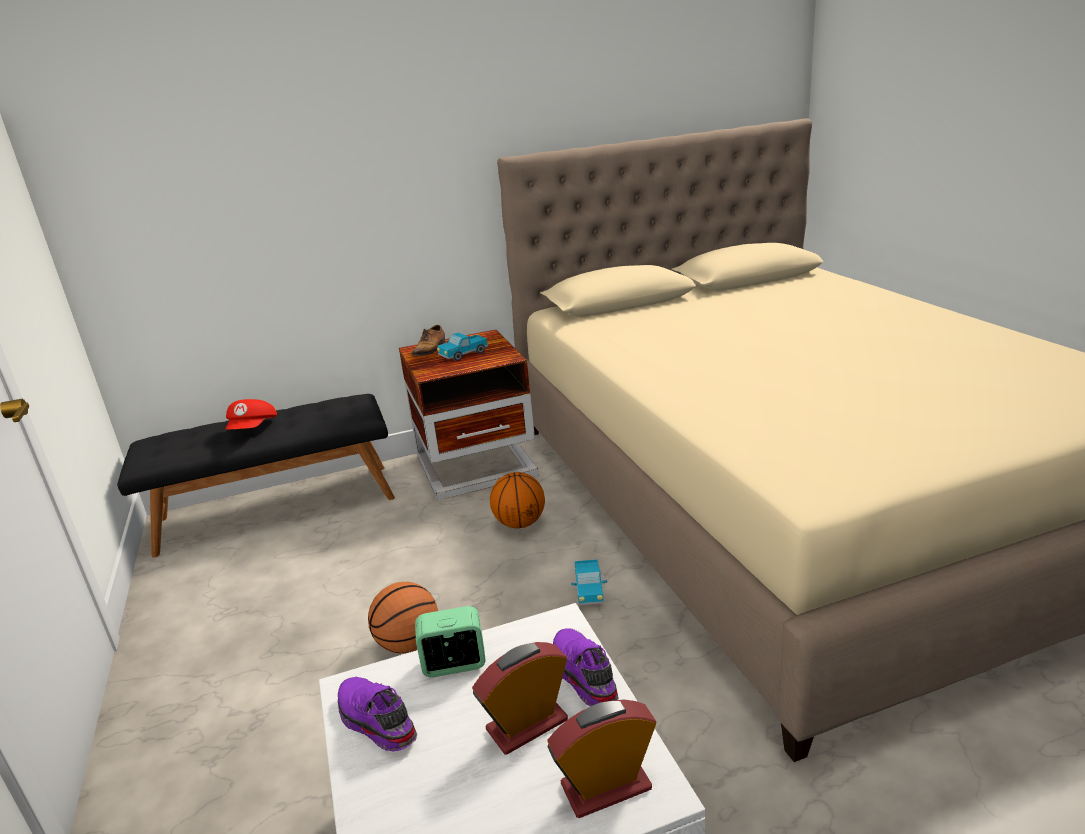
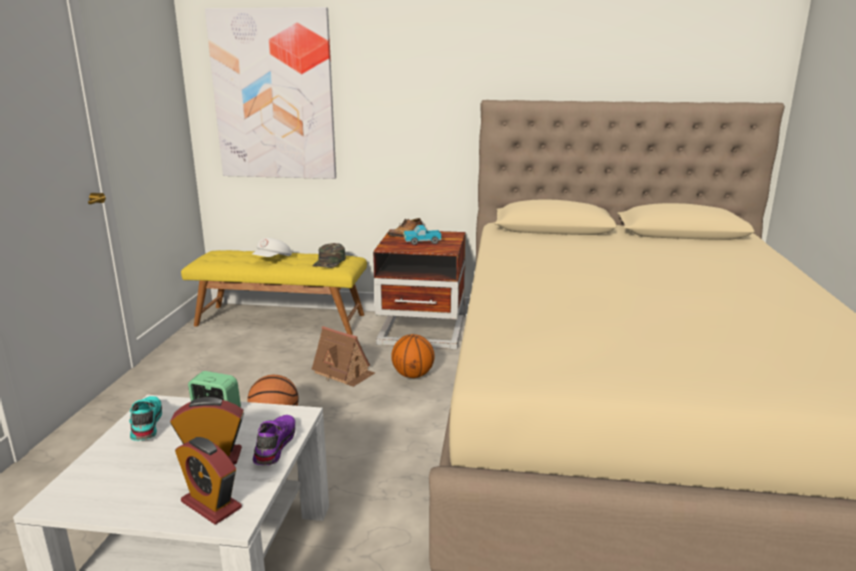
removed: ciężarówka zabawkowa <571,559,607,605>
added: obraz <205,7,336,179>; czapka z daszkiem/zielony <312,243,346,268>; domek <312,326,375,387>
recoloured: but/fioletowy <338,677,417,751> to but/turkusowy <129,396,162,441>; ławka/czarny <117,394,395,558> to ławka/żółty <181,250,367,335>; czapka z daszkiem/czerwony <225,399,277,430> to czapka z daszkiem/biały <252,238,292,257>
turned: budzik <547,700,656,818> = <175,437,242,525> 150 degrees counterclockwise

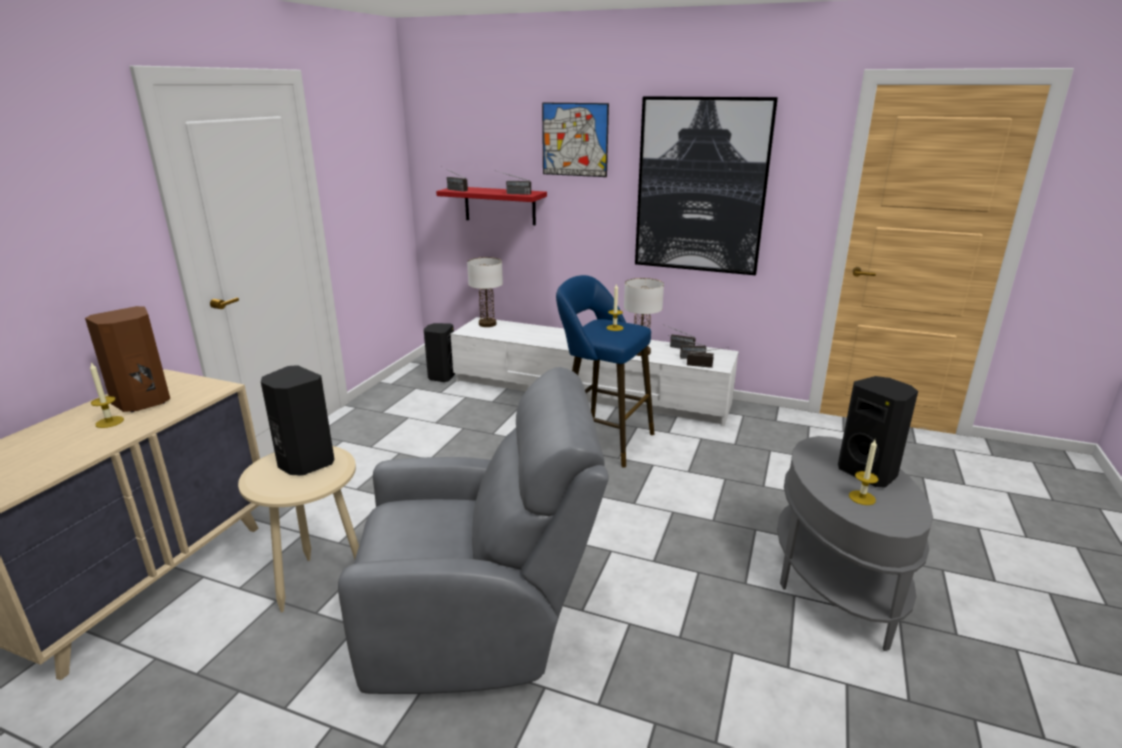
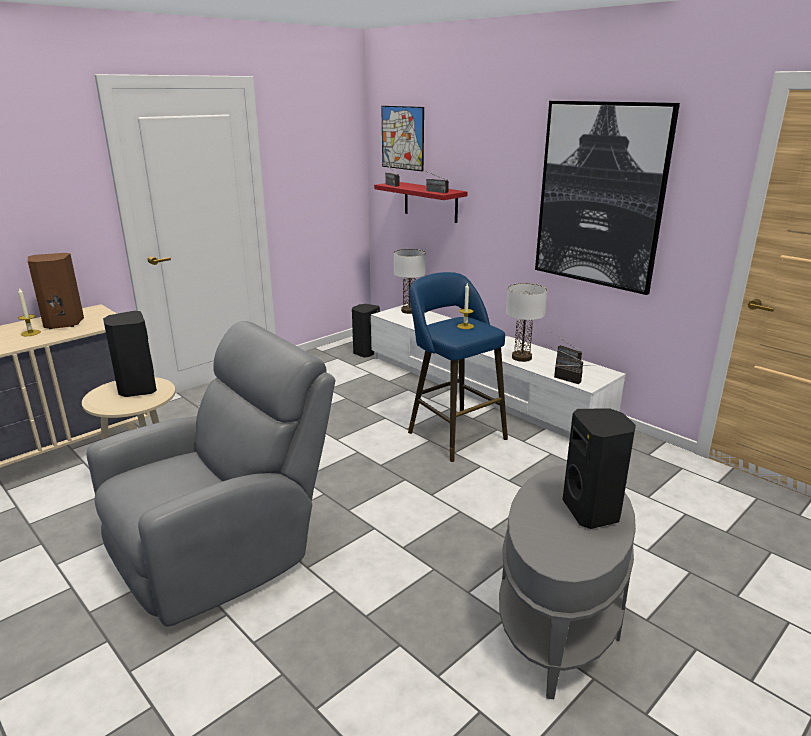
removed: świeca <849,440,879,505>
moved: obraz <542,103,609,177> to <381,106,424,172>
turned: fotel/szary <338,367,609,694> = <87,321,335,627> 60 degrees counterclockwise

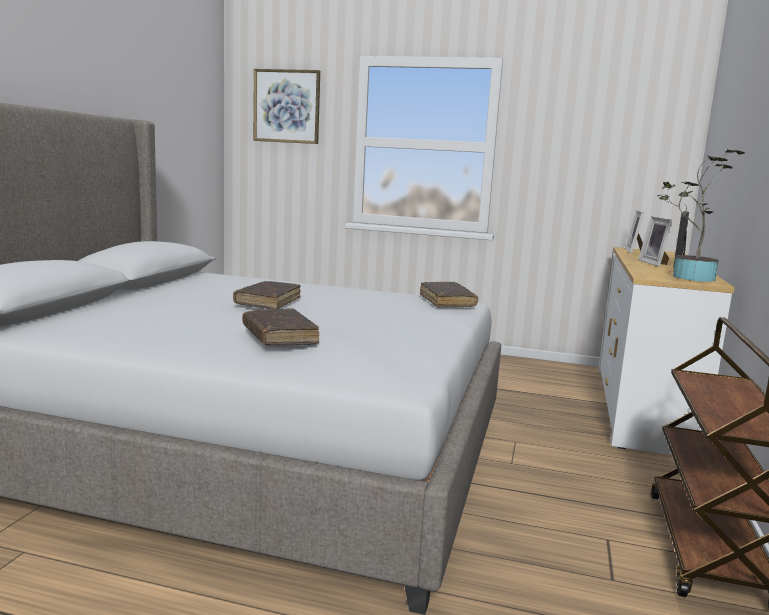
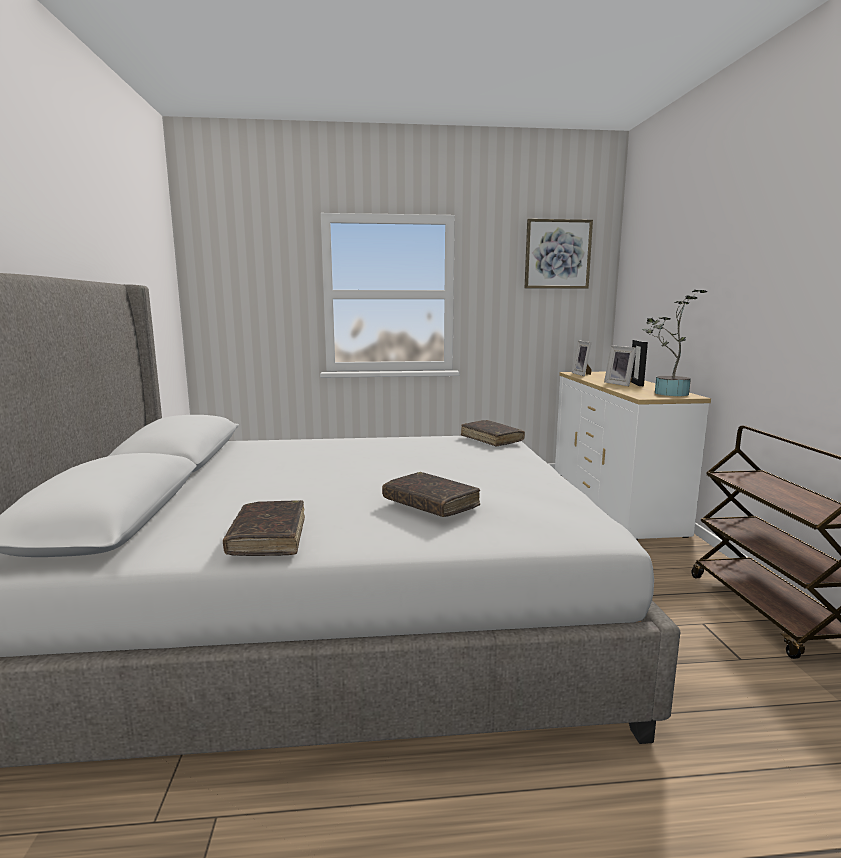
moved: książka/brązowy <233,281,301,309> to <223,500,305,556>; obraz <253,69,320,144> to <525,219,593,289>

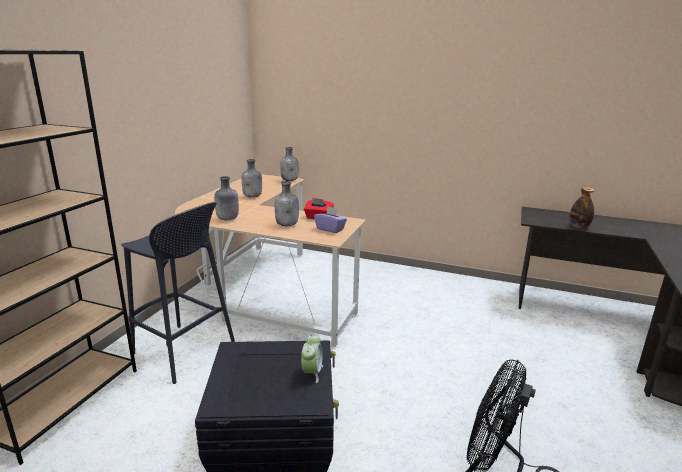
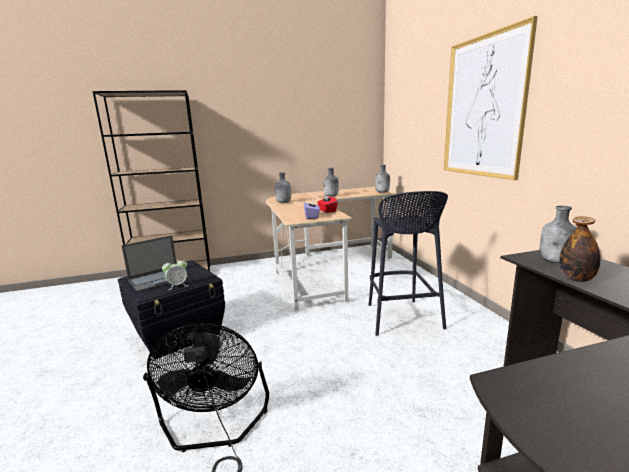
added: laptop <121,235,189,292>; obraz <444,16,538,180>
moved: stołek/szary <121,202,235,384> to <369,191,448,336>; butelka/szary <275,181,299,226> to <540,206,577,263>

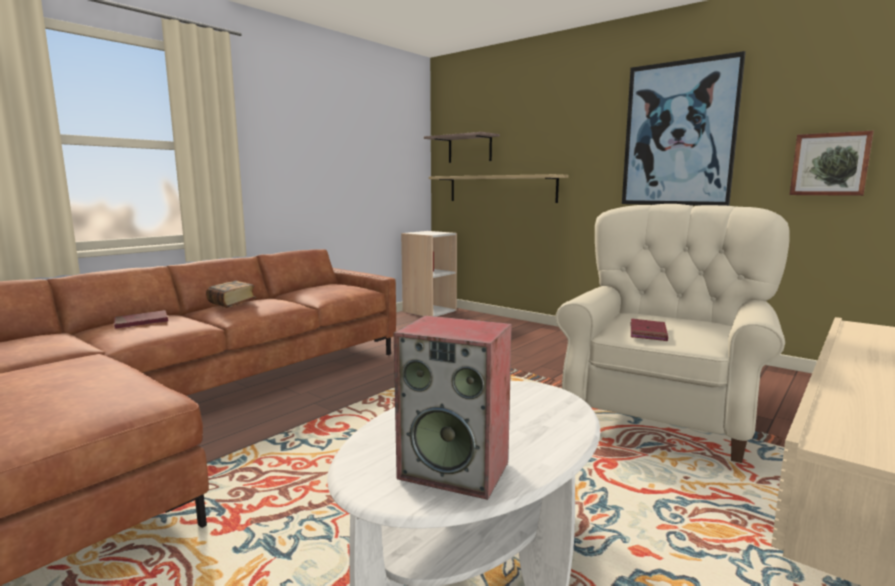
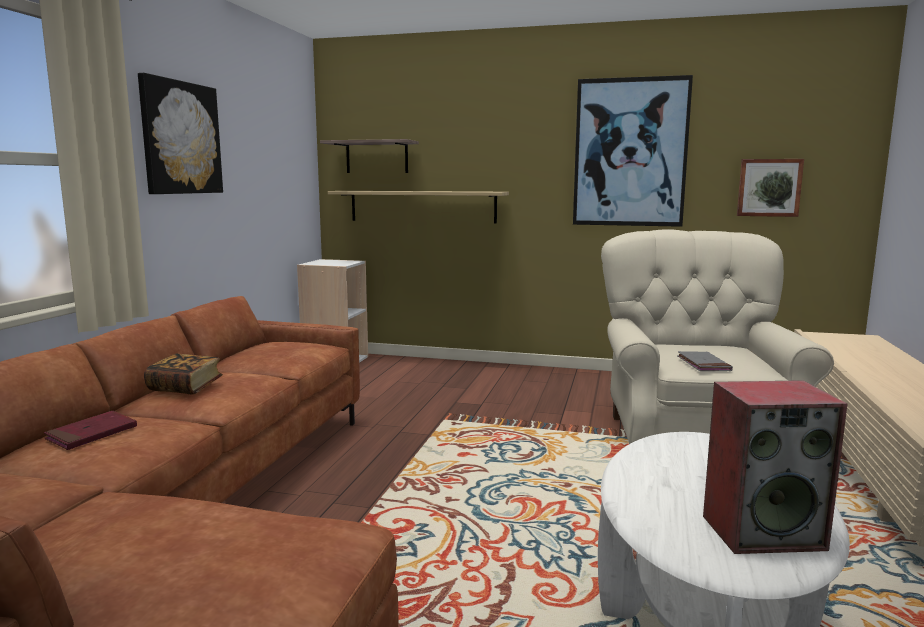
added: obraz <138,73,223,194>
recoloured: książka/czerwony <631,318,668,341> to książka/szary <677,351,733,371>

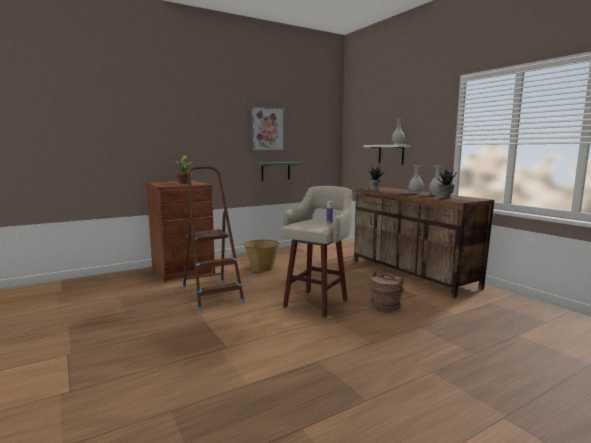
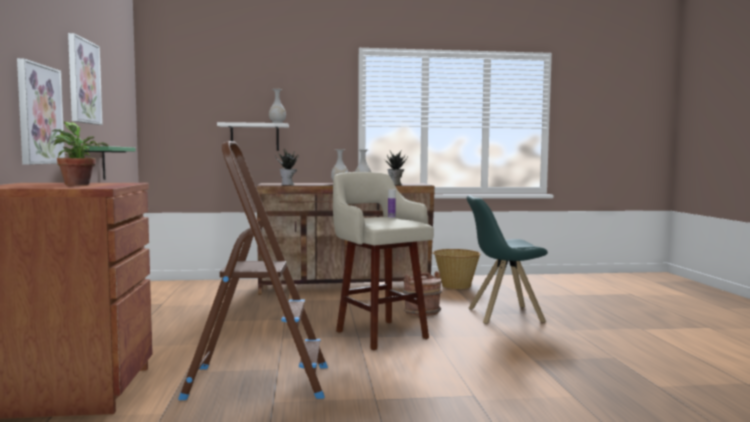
added: obraz <17,58,65,165>; krzesło/turkusowy <466,195,548,324>
moved: koszyk <244,239,280,272> to <433,249,480,289>

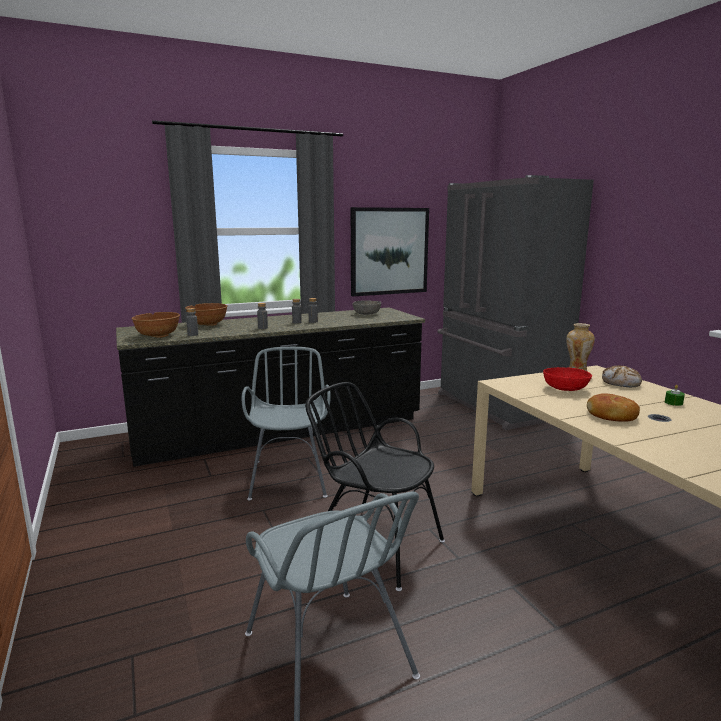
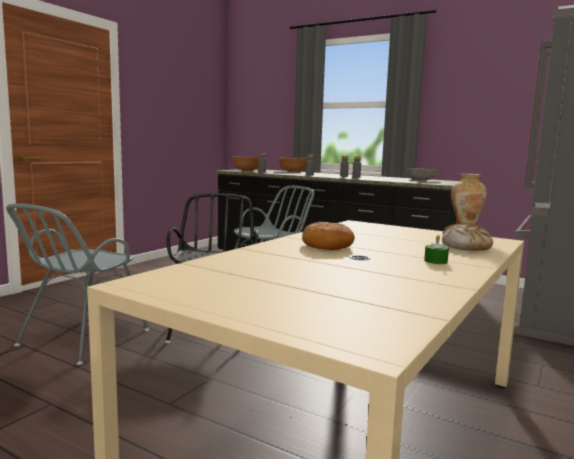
removed: obraz <351,207,429,296>; miska/czerwony <543,367,592,391>

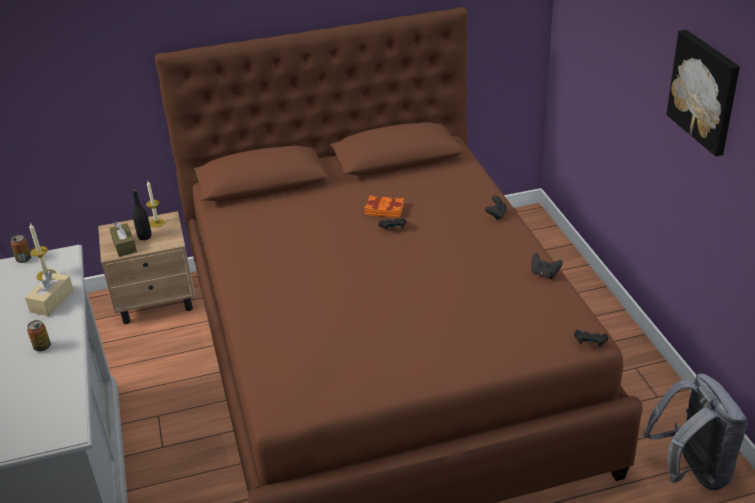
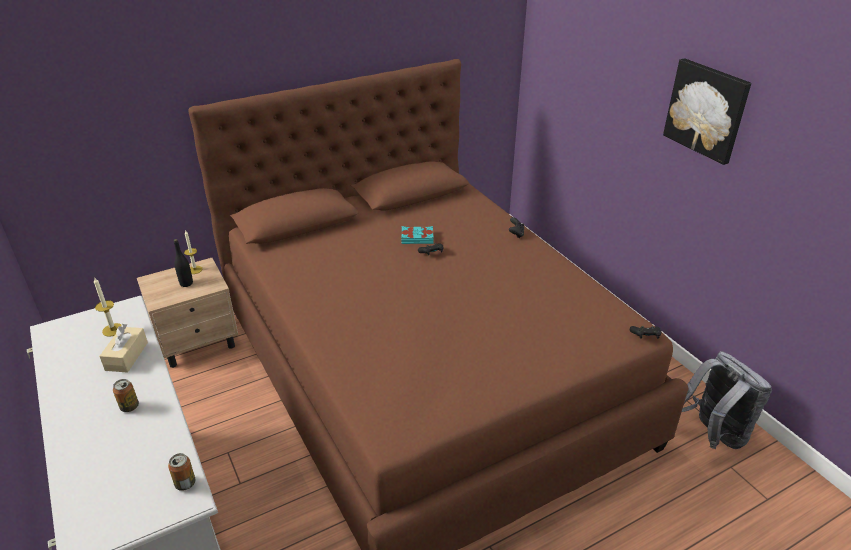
removed: pudełko chusteczek/brązowy <109,222,137,257>; pad do gier/czarny <532,253,563,279>
moved: puszka <10,235,31,263> to <168,453,196,491>
recoloured: książka/pomarańczowy <364,195,404,218> to książka/turkusowy <401,226,434,244>

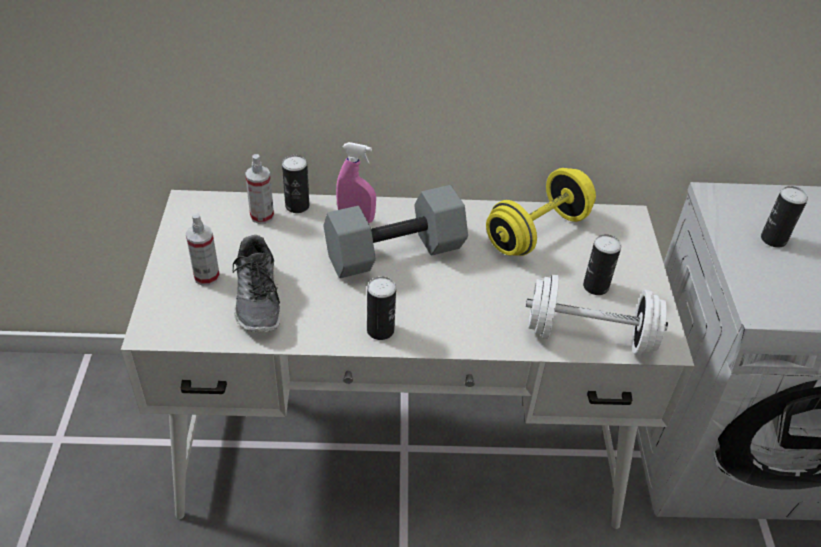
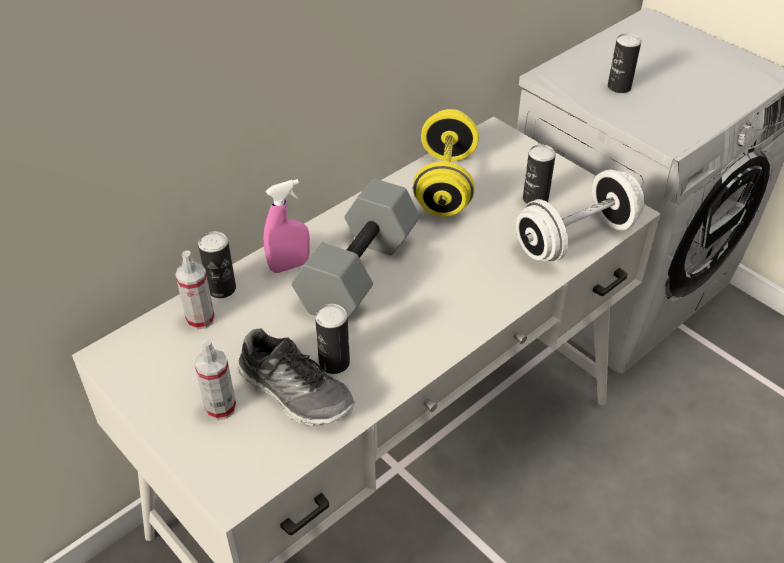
moved: puszka <367,276,396,340> to <315,304,350,374>

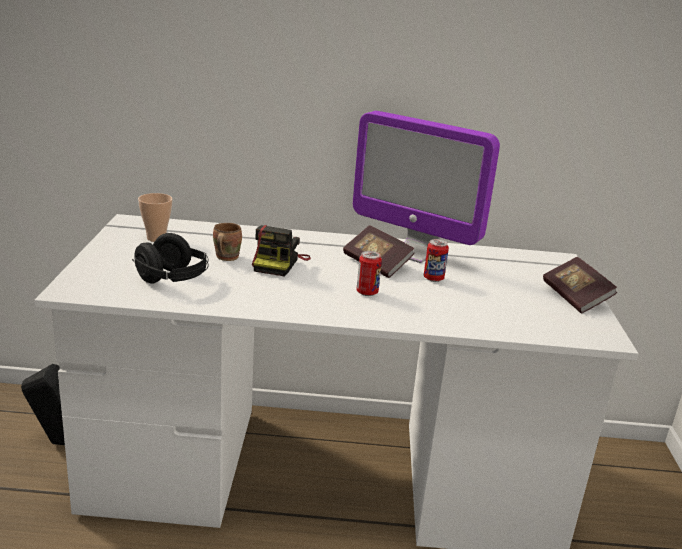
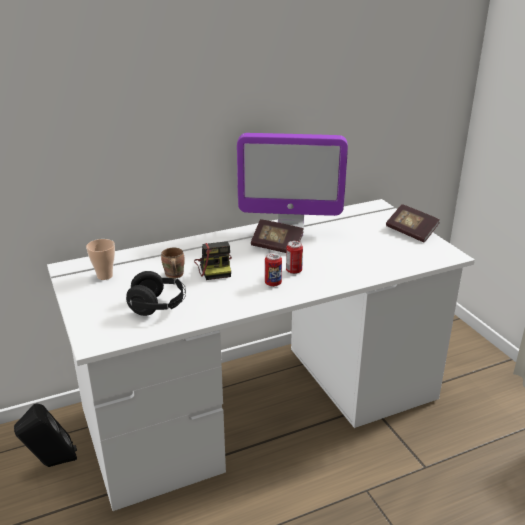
moved: puszka <424,239,449,282> to <265,252,282,287>

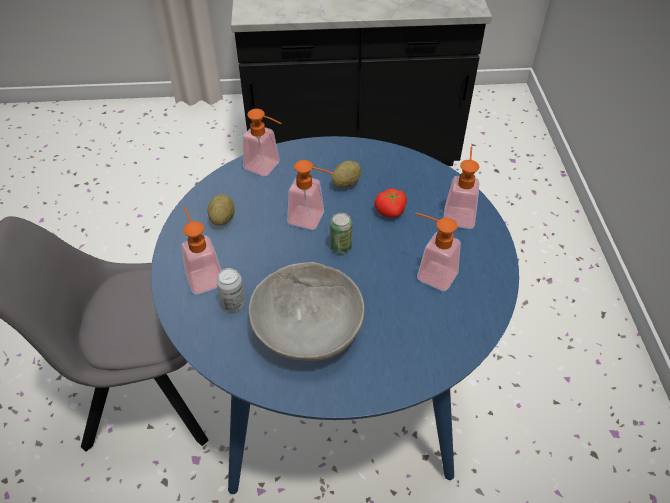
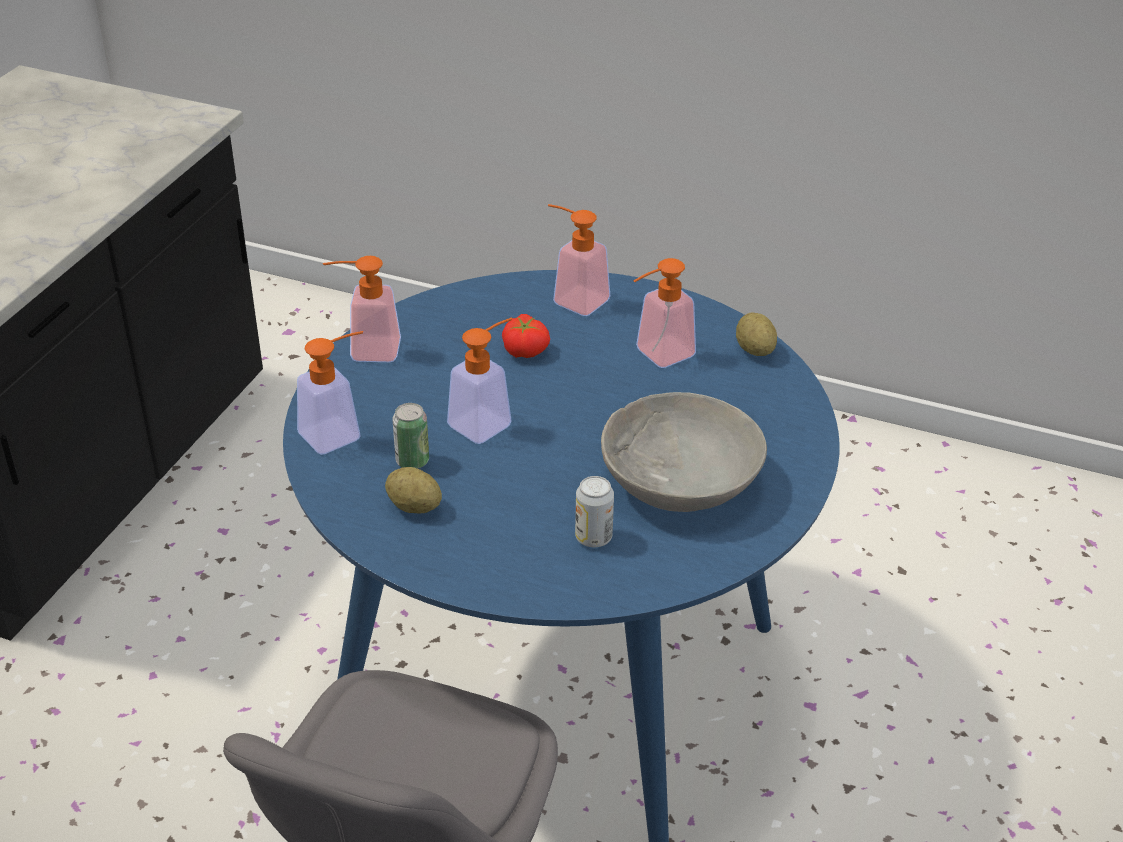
moved: dozownik mydła <182,207,222,295> to <323,256,401,362>; puszka <330,213,352,254> to <392,403,429,469>; ziemniak <332,161,361,188> to <736,313,777,356>

